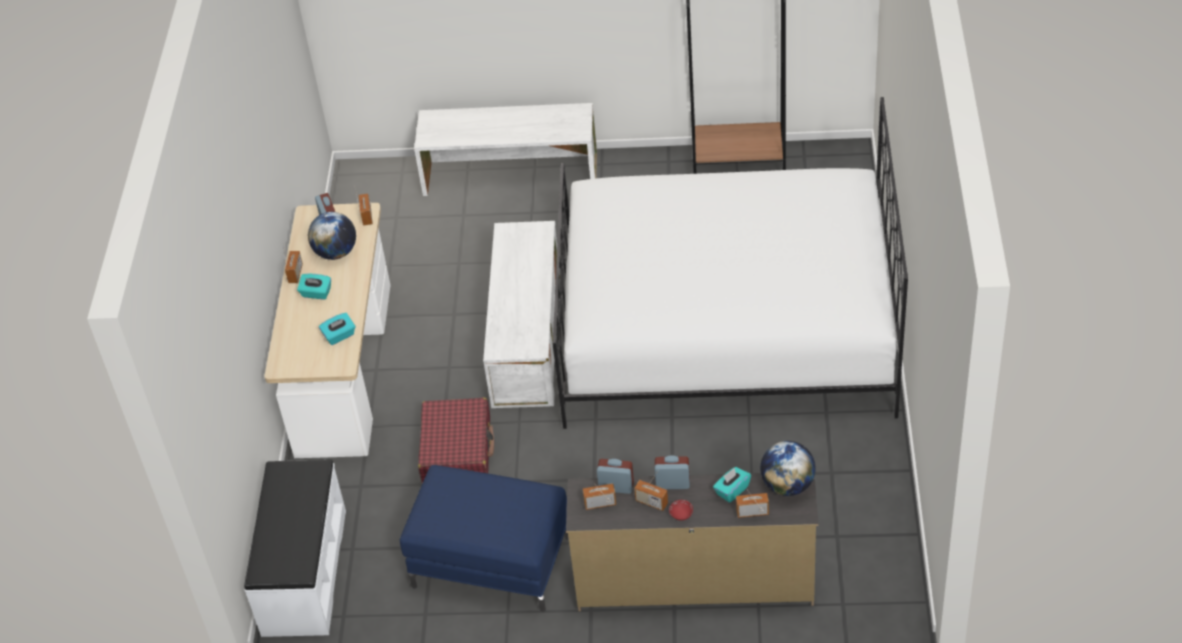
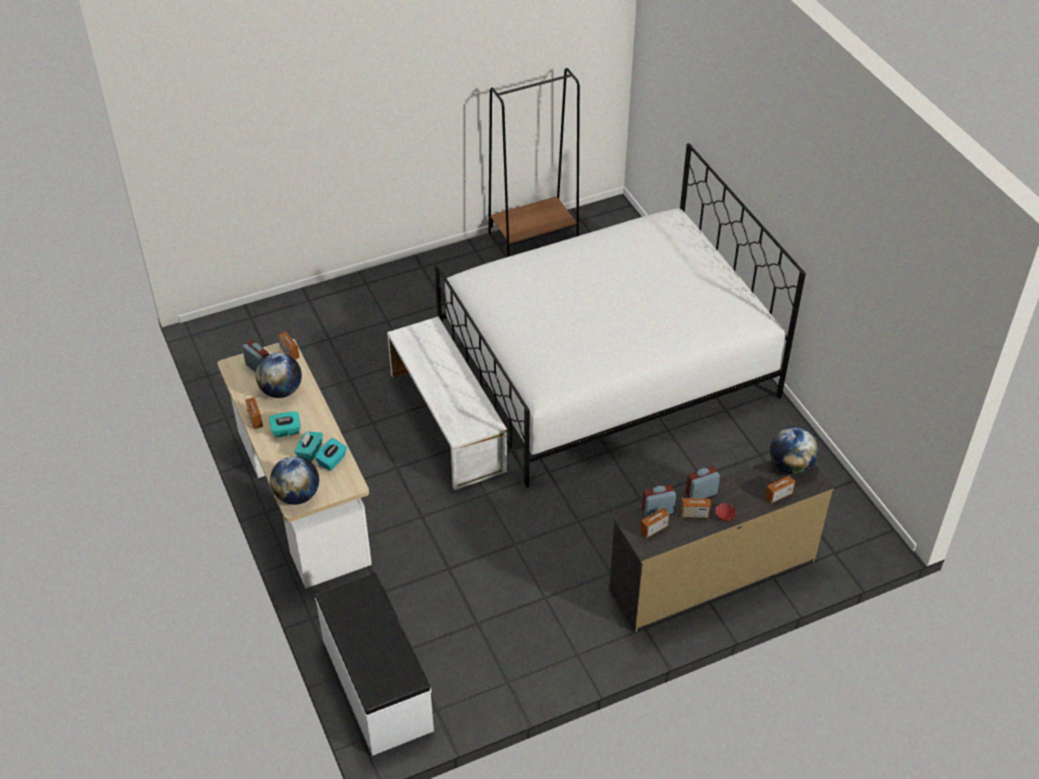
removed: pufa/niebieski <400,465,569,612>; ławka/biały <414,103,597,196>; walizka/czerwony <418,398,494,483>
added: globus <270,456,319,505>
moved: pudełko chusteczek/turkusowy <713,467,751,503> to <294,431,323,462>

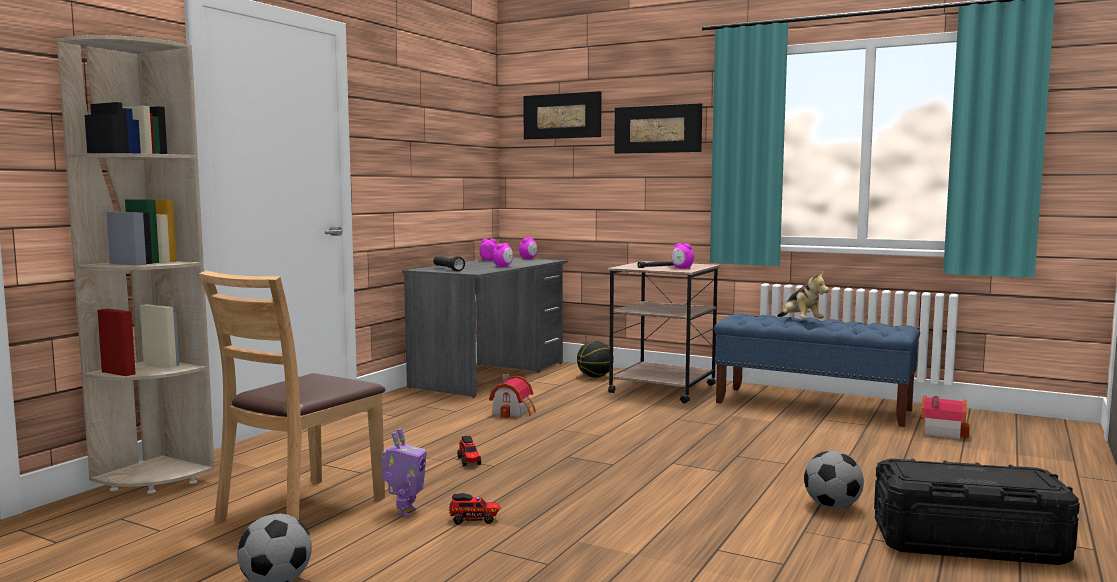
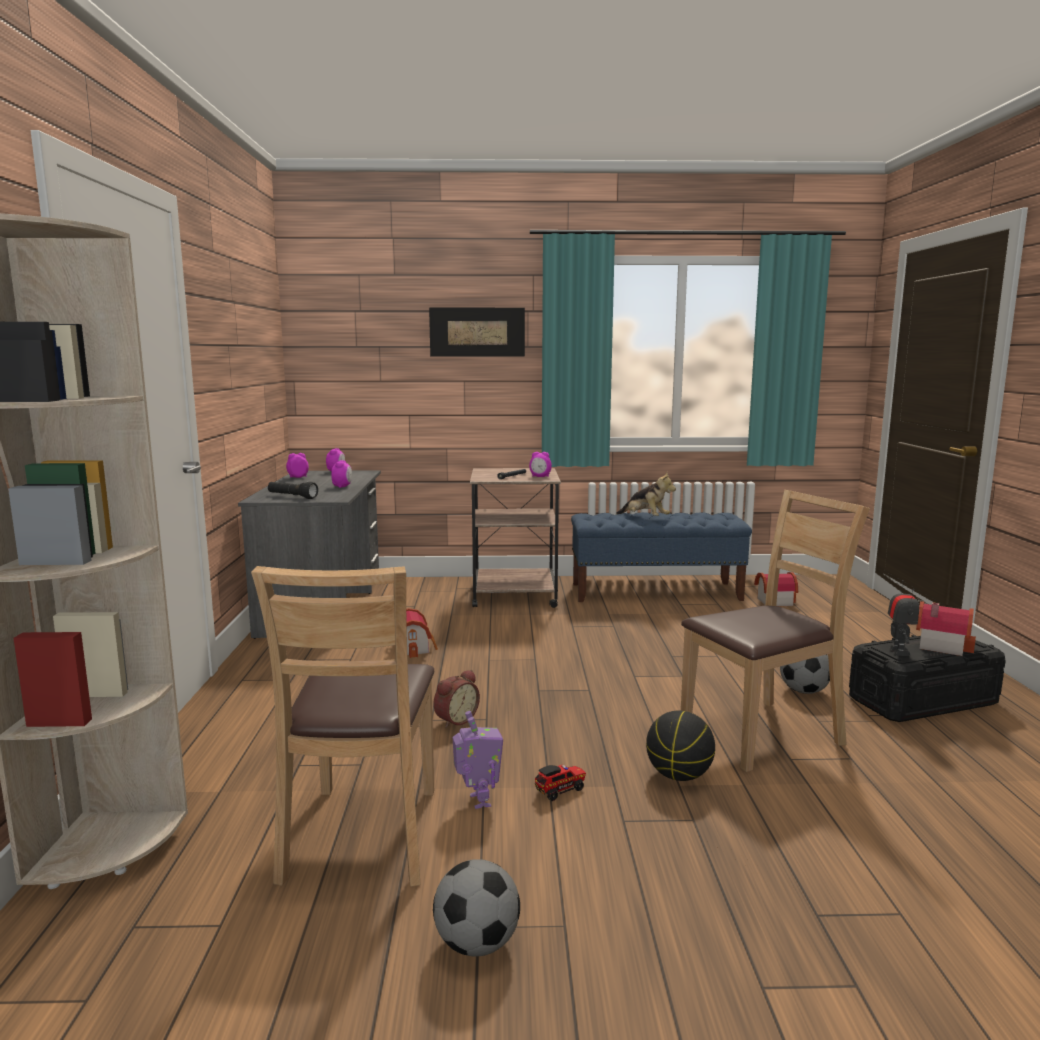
removed: obraz <523,91,602,140>
added: krzesło/brązowy <681,490,870,772>; robot zabawkowy <888,580,919,656>; domek <916,601,976,656>
moved: piłka do koszykówki <577,341,614,377> to <646,710,715,781>
replaced: ciężarówka zabawkowa <457,436,481,466> to budzik <433,670,480,728>

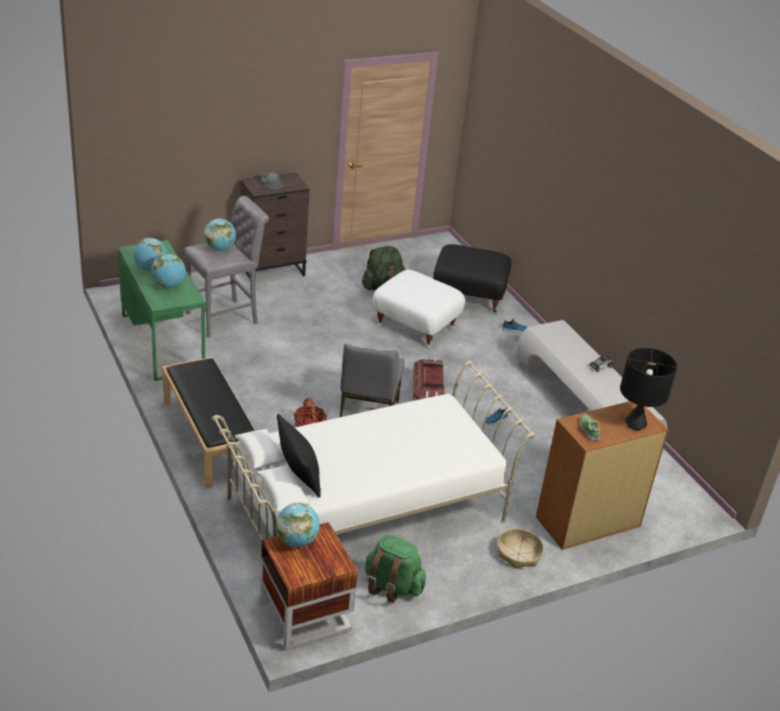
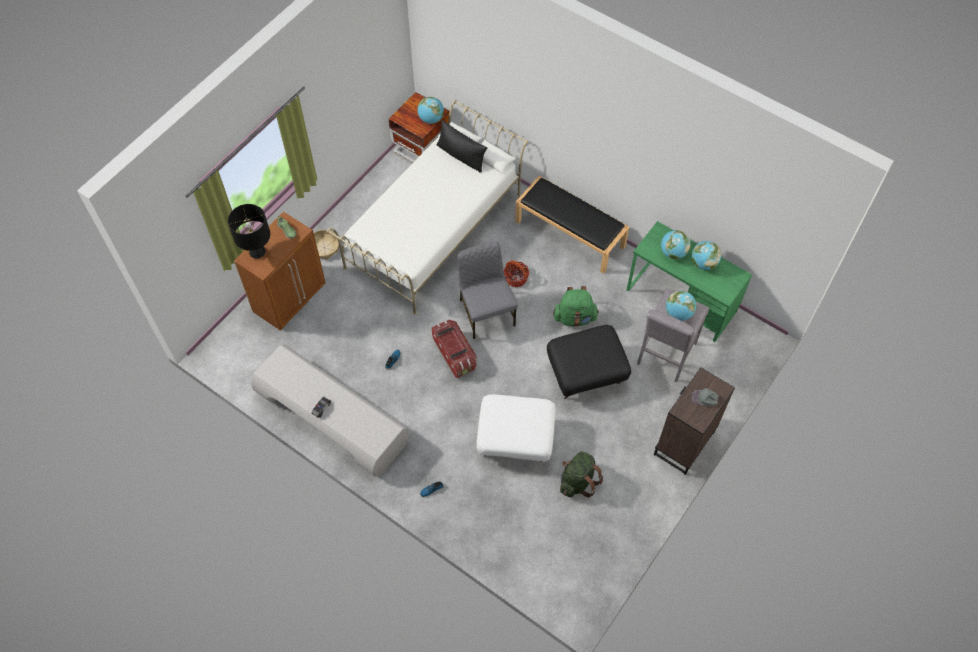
moved: pufa/czarny <433,244,511,313> to <547,325,631,399>; plecak/zielony <365,535,426,603> to <553,286,599,327>

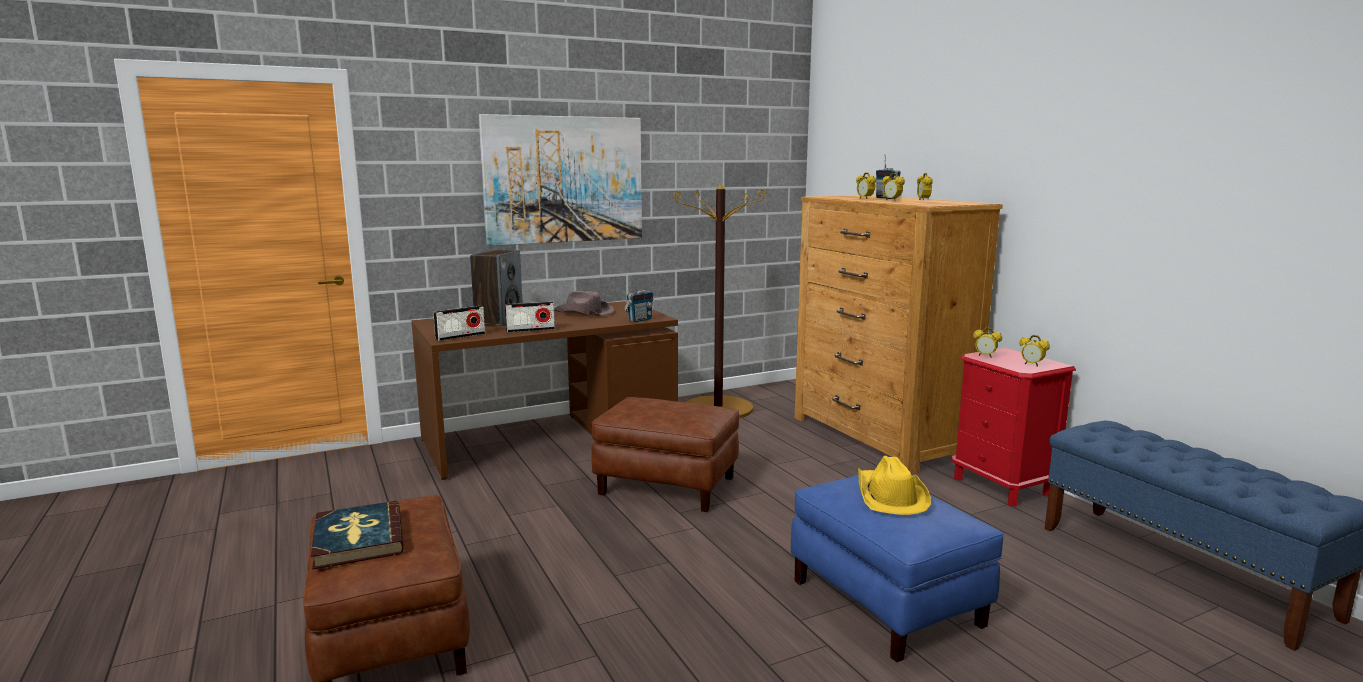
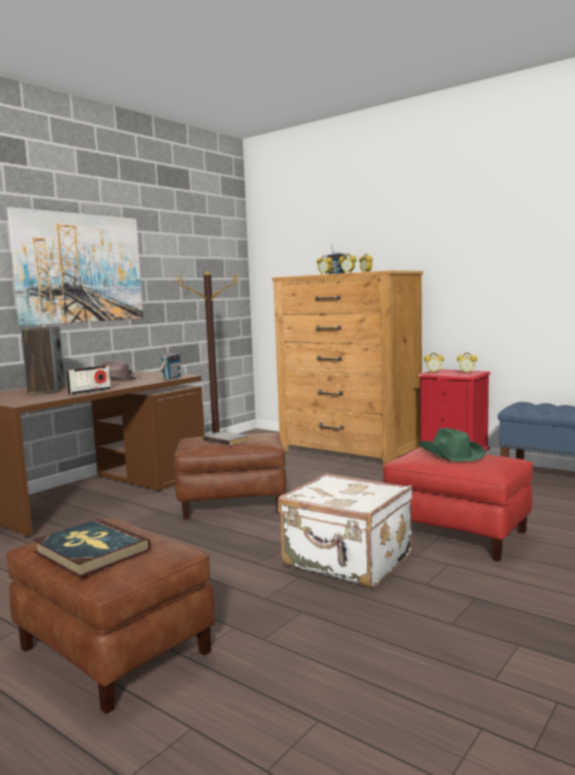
removed: radio <433,306,485,341>
added: książka/szary <203,431,248,445>; walizka/biały <278,473,412,588>
recoloured: pufa/niebieski <791,475,1003,662> to pufa/czerwony <383,447,533,562>; kapelusz/żółty <858,456,931,515> to kapelusz/zielony <418,428,486,462>

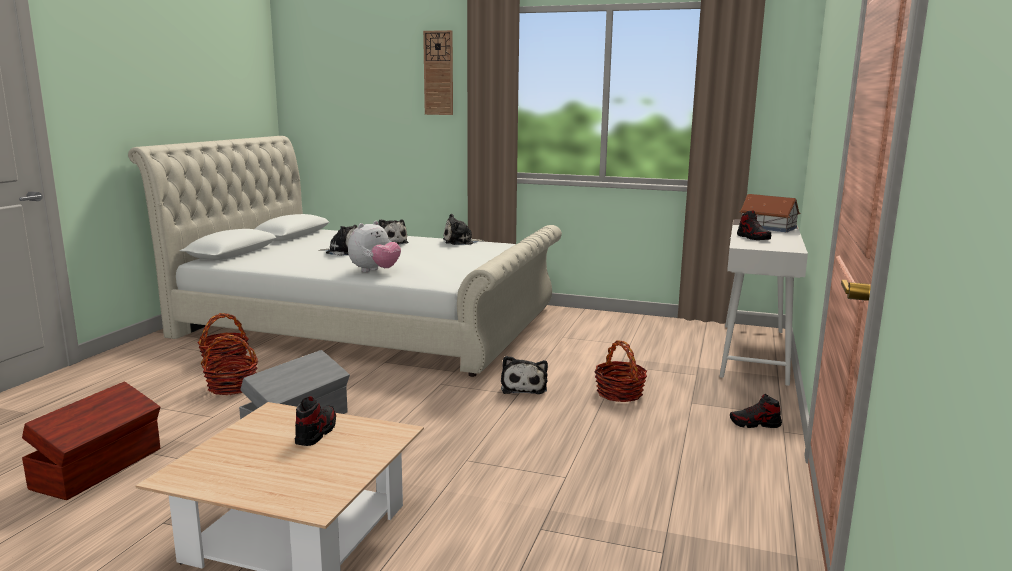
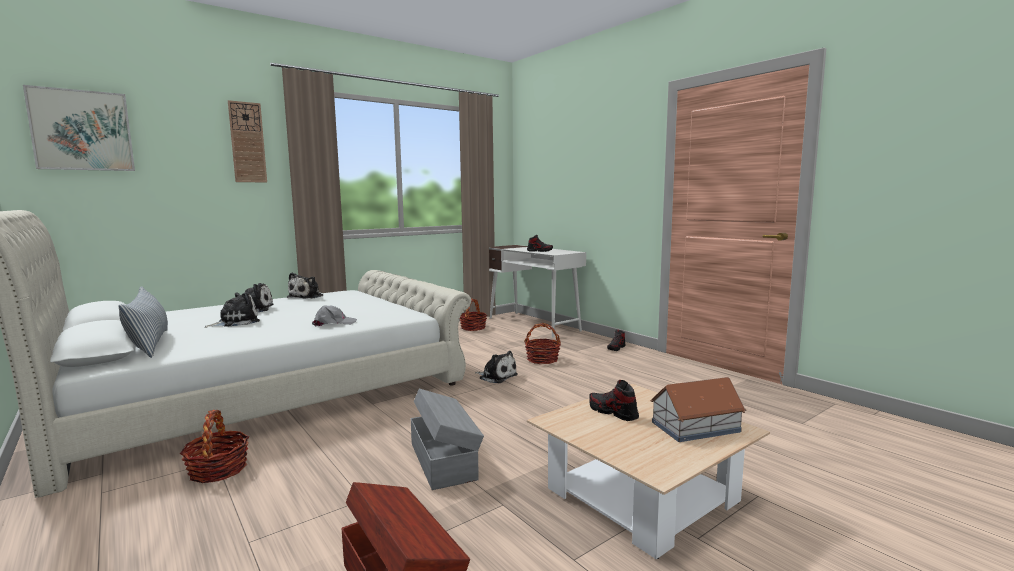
added: obraz <23,85,135,171>; poduszka <118,286,168,358>
moved: koszyk <201,334,258,395> to <460,298,487,331>; domek <740,194,800,232> to <650,377,746,442>
replaced: pluszak <348,221,401,272> to czapka z daszkiem/szary <312,305,357,326>

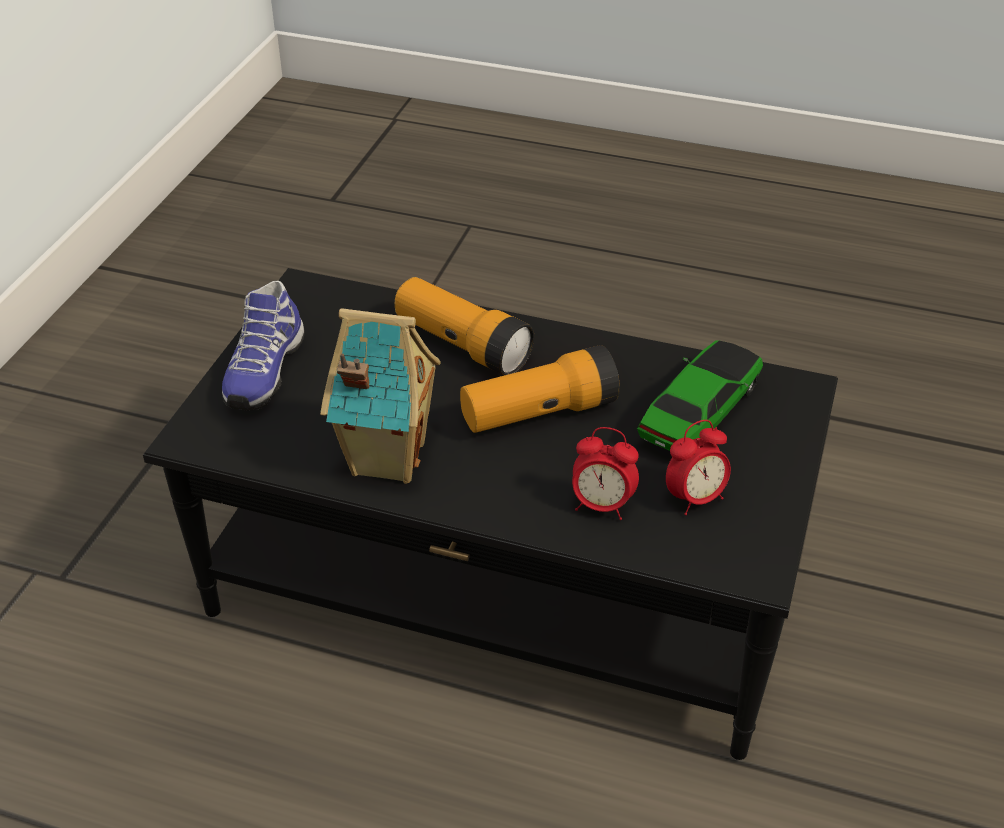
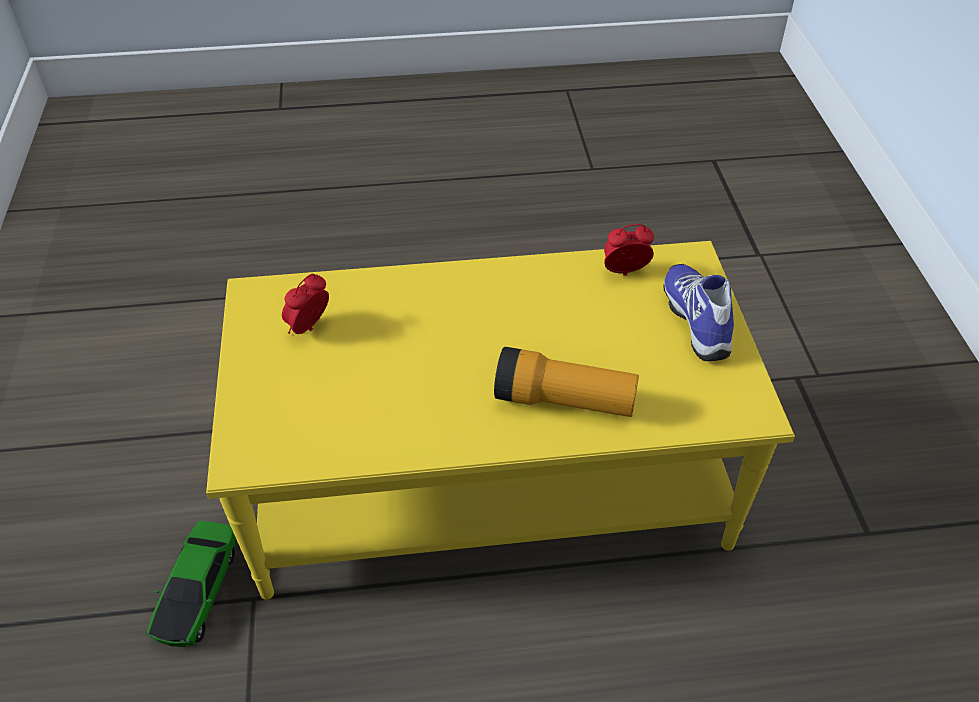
removed: domek <320,308,441,484>; latarka <460,345,620,433>
moved: samochodzik <637,340,763,451> to <146,521,236,647>; budzik <572,427,639,520> to <604,224,654,276>
recoloured: ława/czarny <143,268,838,760> to ława/żółty <206,241,795,600>

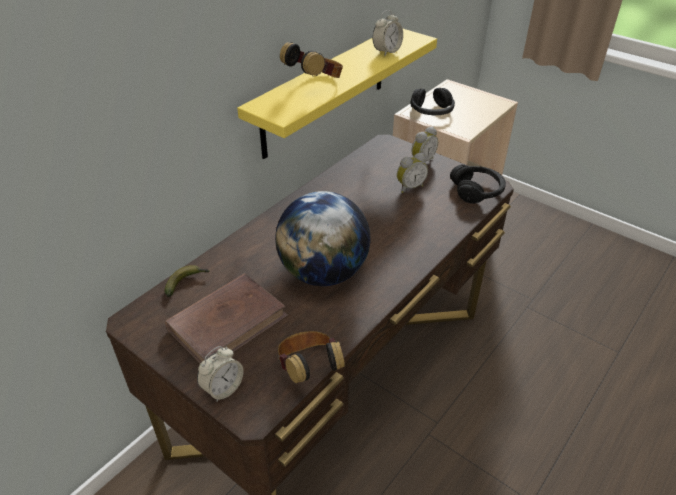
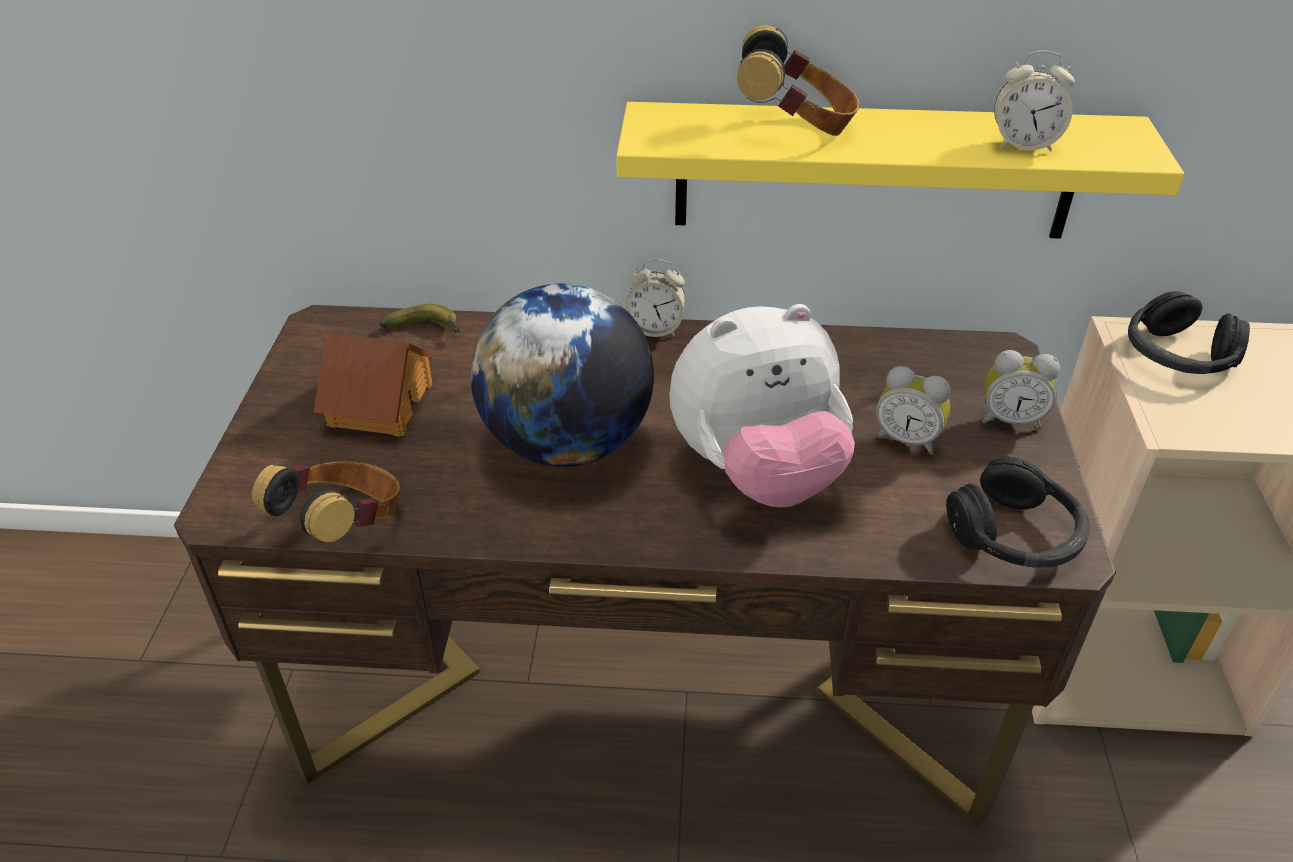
added: pluszak <669,304,855,507>
moved: budzik <197,346,243,401> to <625,259,685,337>
replaced: książka/brązowy <165,273,288,364> to domek <314,333,434,437>

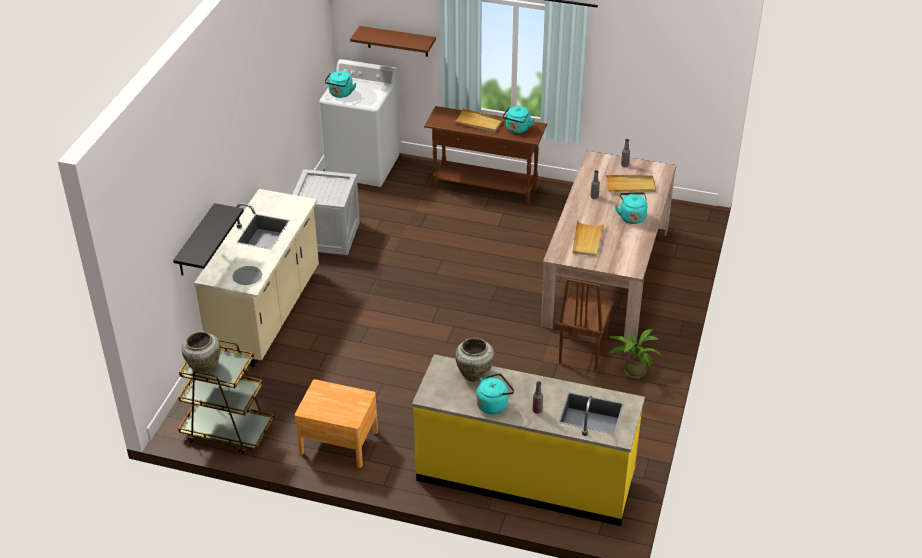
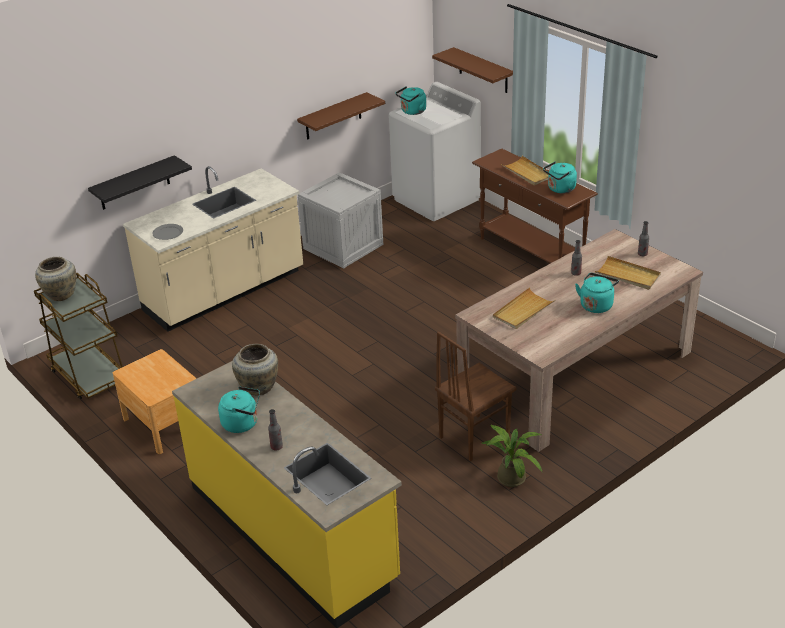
added: półka/brązowy <297,92,385,139>

